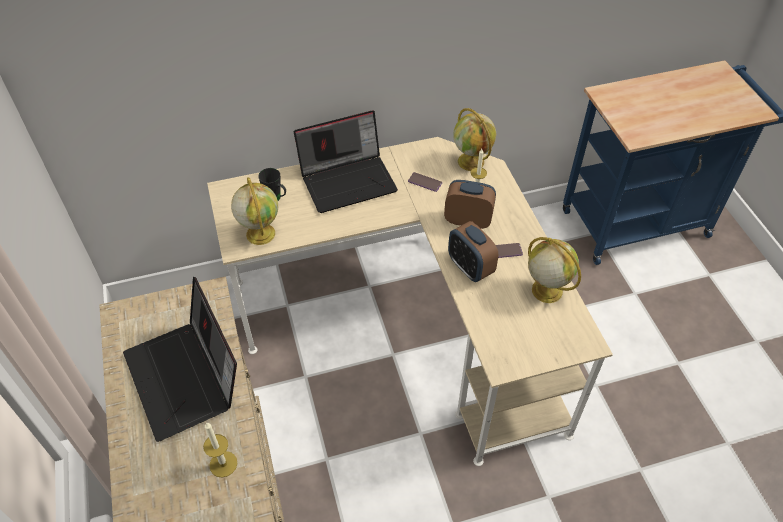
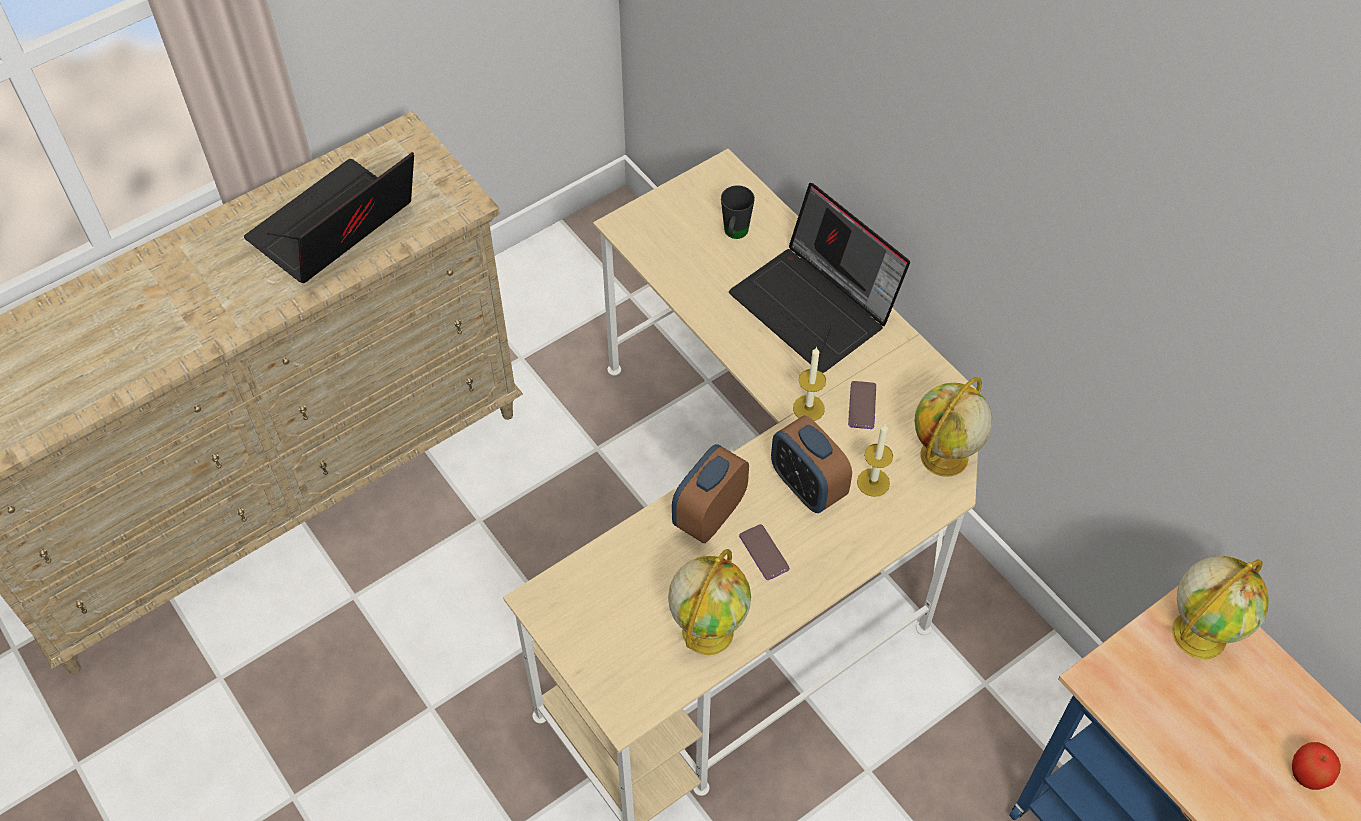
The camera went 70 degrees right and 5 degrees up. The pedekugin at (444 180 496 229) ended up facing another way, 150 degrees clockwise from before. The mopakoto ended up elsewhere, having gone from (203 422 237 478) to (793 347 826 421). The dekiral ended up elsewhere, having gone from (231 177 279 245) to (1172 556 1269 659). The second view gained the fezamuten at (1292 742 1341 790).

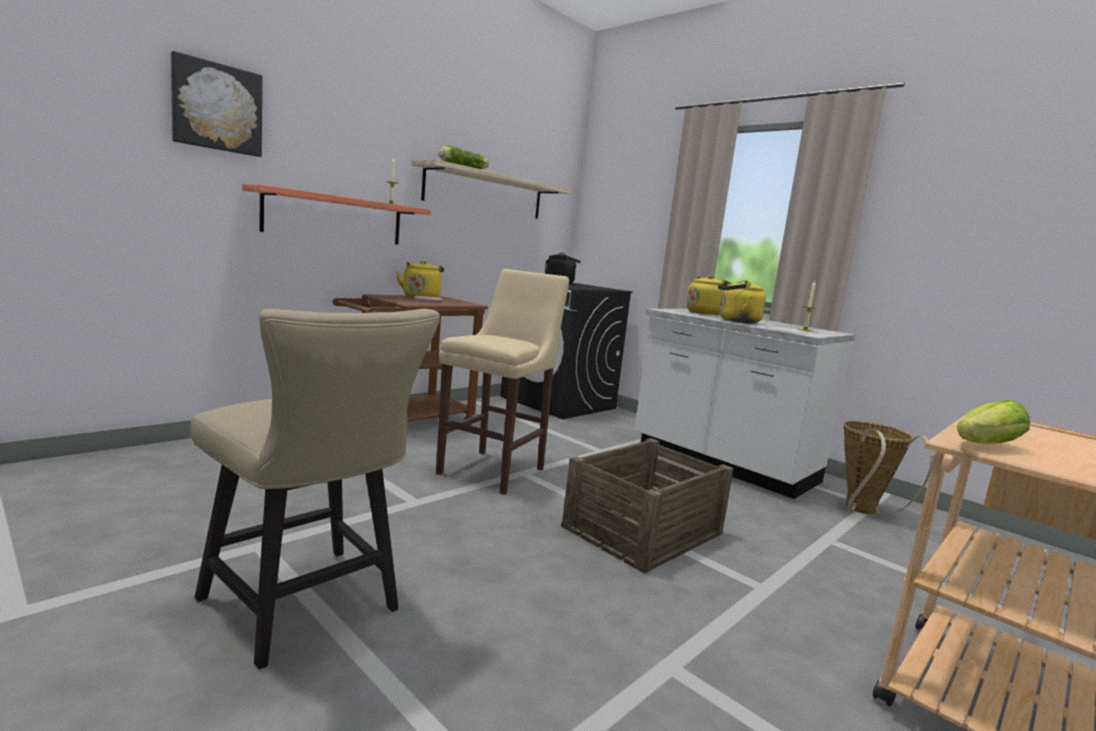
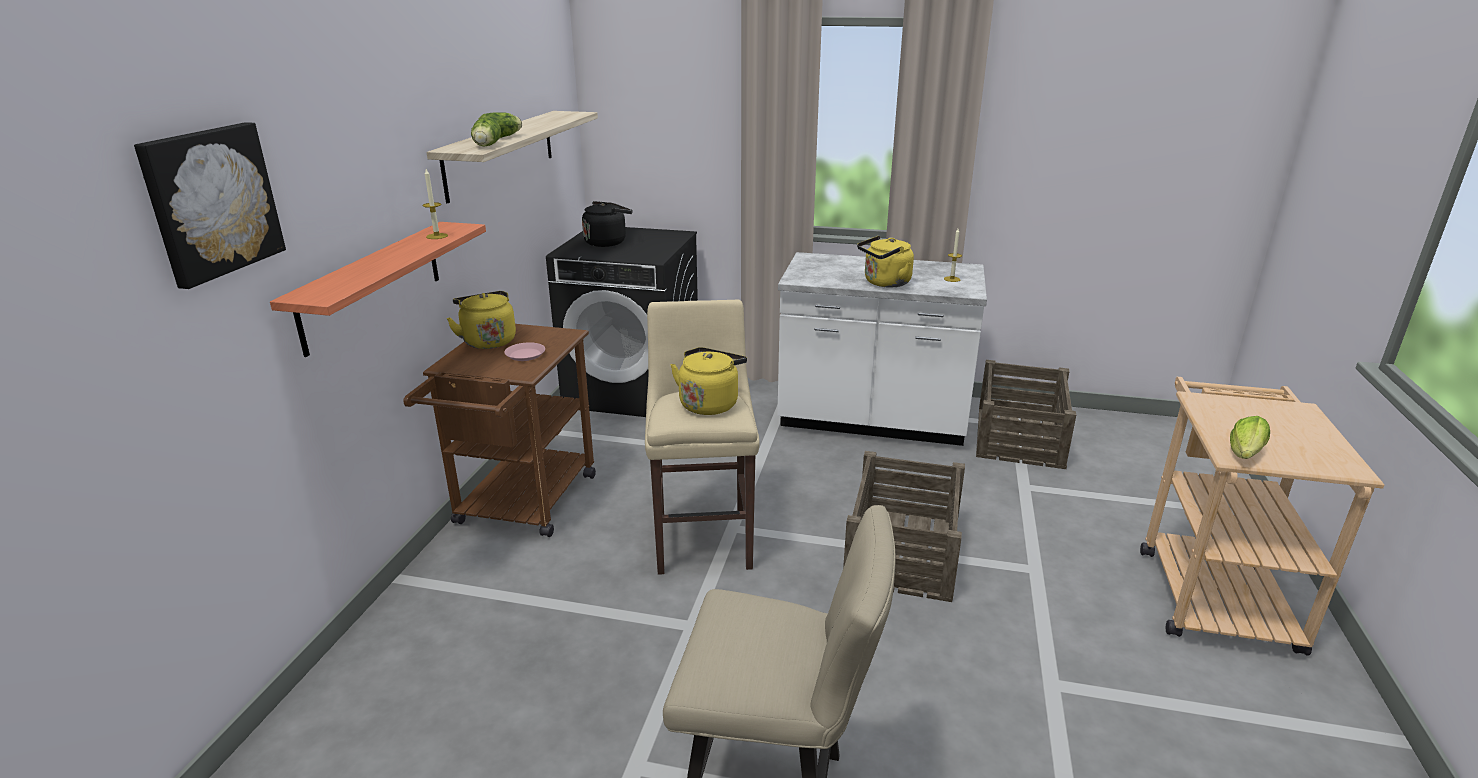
The camera went 30 degrees left and 15 degrees up. The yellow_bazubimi ended up elsewhere, having gone from (686 276 730 315) to (671 347 747 415). Where the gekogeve stood at (844 421 933 514), the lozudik came to stand at (976 360 1076 469).

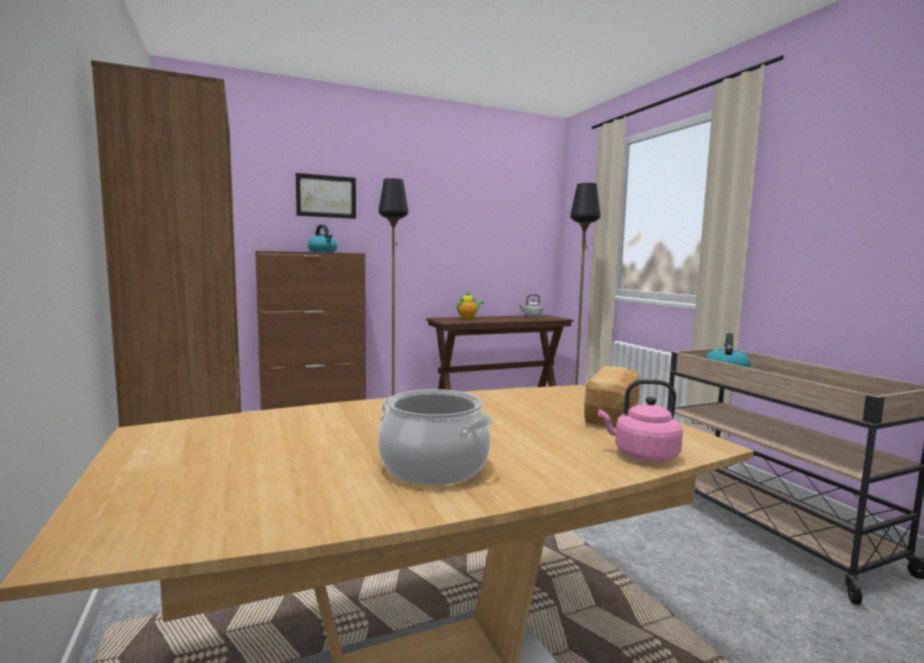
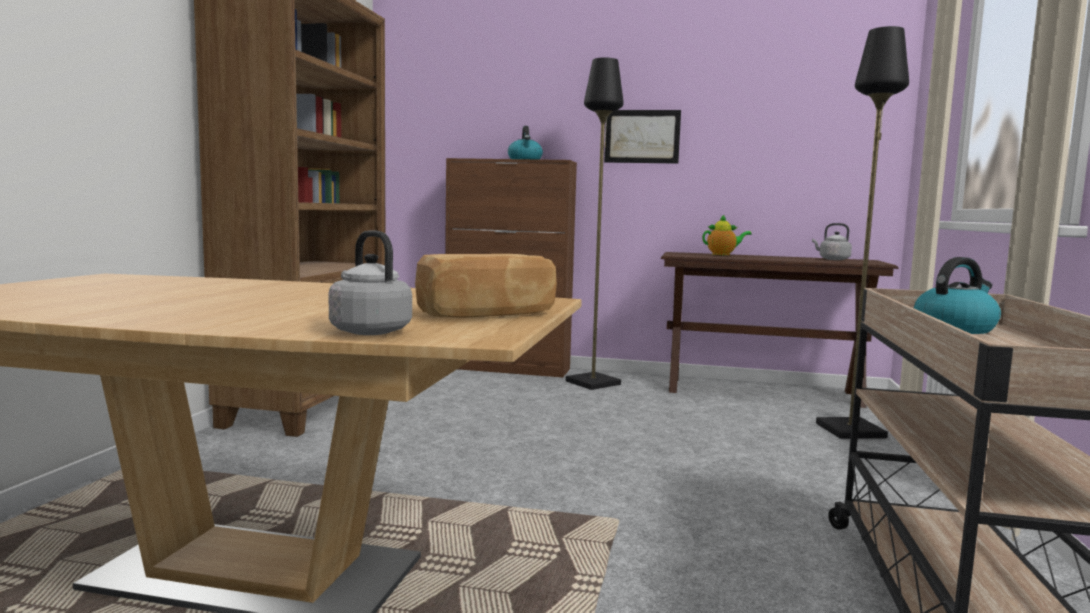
The camera went 35 degrees right and 0 degrees up. What was the pink_bazubimi at (598 379 683 462) turned into the grey_bazubimi at (328 230 412 335). The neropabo ended up elsewhere, having gone from (296 173 356 219) to (604 110 681 164). The second view lost the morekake at (378 389 493 485).

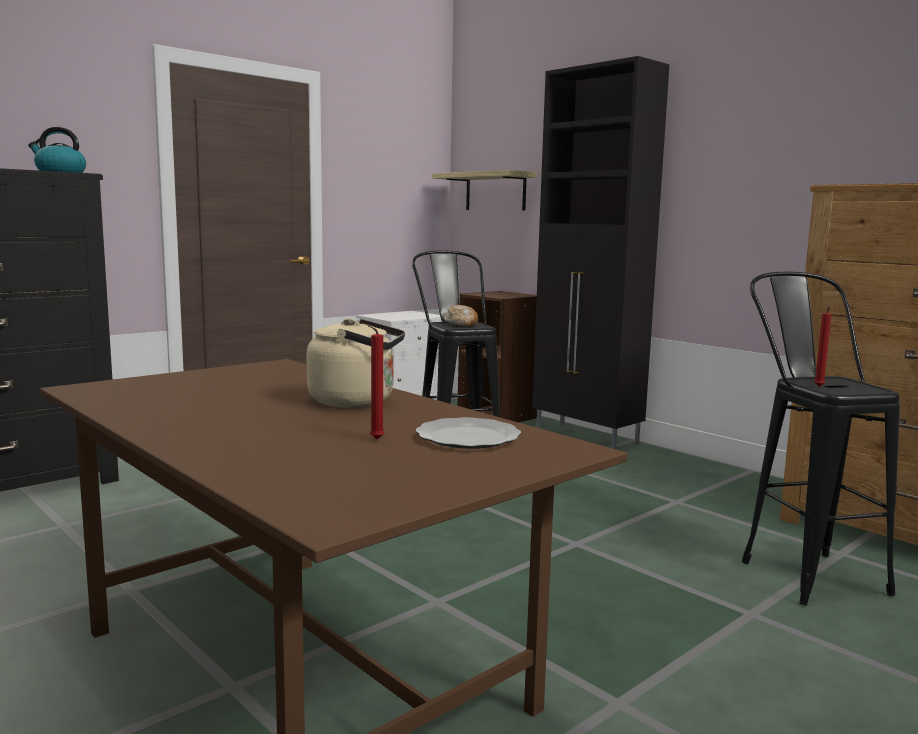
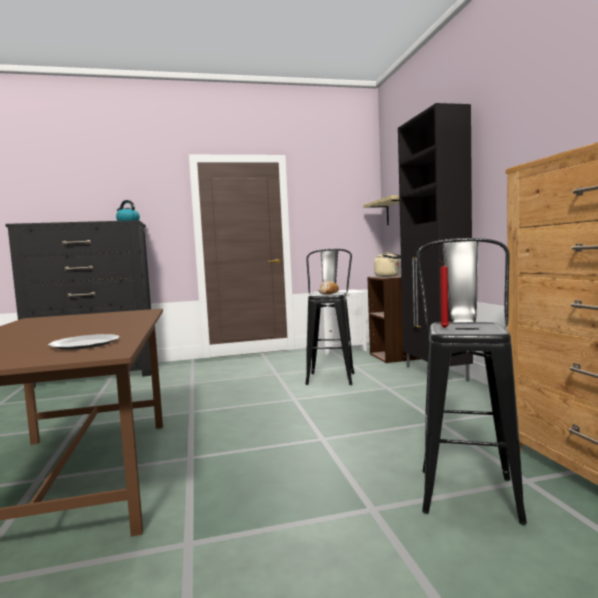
The camera went 30 degrees right and 5 degrees down. The beige_bazubimi ended up elsewhere, having gone from (306 318 405 408) to (374 252 401 277). The second view lost the red_mopakoto at (366 324 384 439).

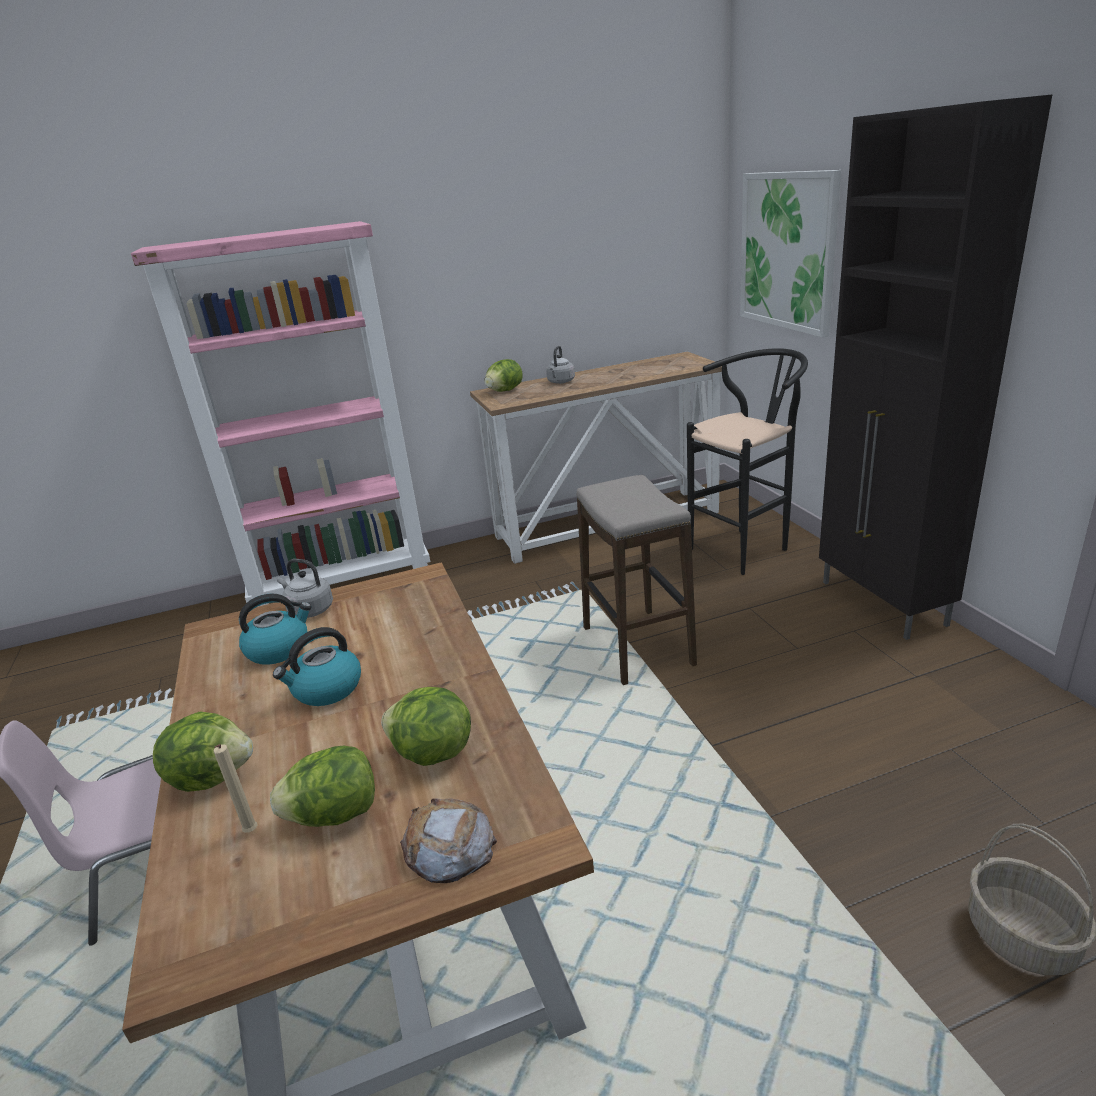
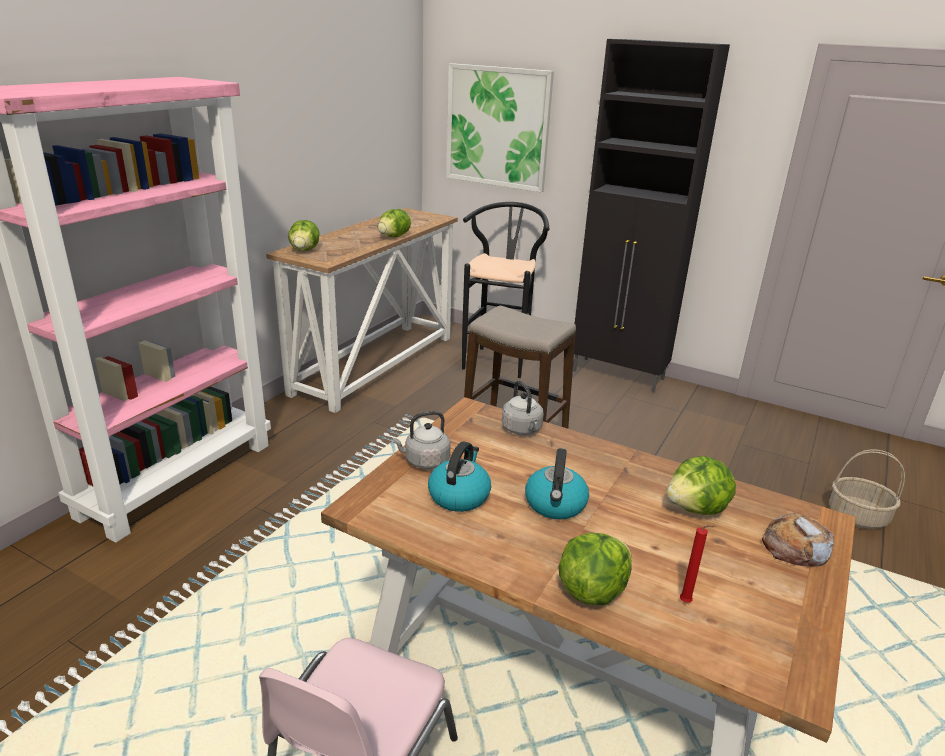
The camera went 45 degrees left and 0 degrees up. The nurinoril ended up elsewhere, having gone from (270 746 375 827) to (378 209 411 237). The grey_bazubimi ended up elsewhere, having gone from (546 346 575 384) to (502 380 543 435). What was the beige_mopakoto at (213 744 257 833) turned into the red_mopakoto at (680 525 716 603).

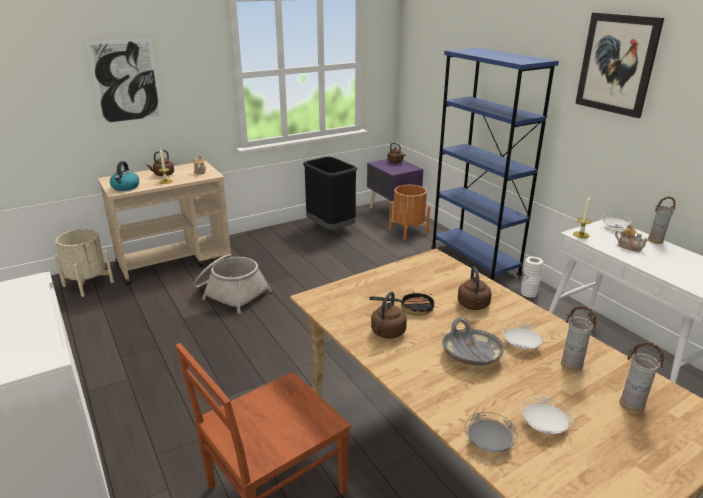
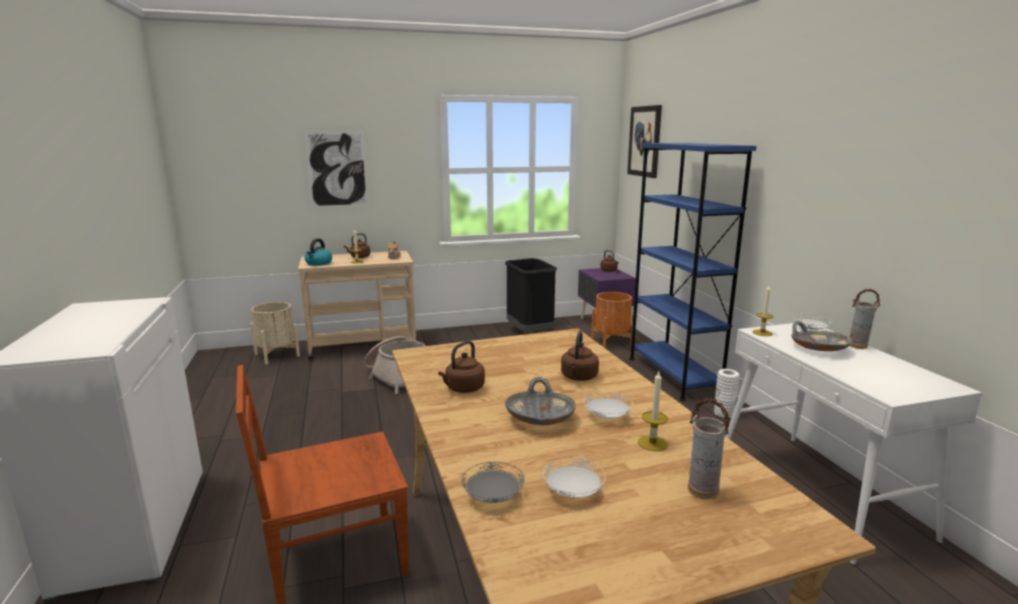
The camera went 15 degrees right and 10 degrees down. The neropabo ended up elsewhere, having gone from (575 12 664 118) to (627 105 662 178). Where the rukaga stood at (561 306 597 372), the mopakoto came to stand at (638 371 668 451). Where the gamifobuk stood at (615 224 649 252), the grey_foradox came to stand at (791 321 852 351). The second view lost the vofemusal at (369 292 434 316).

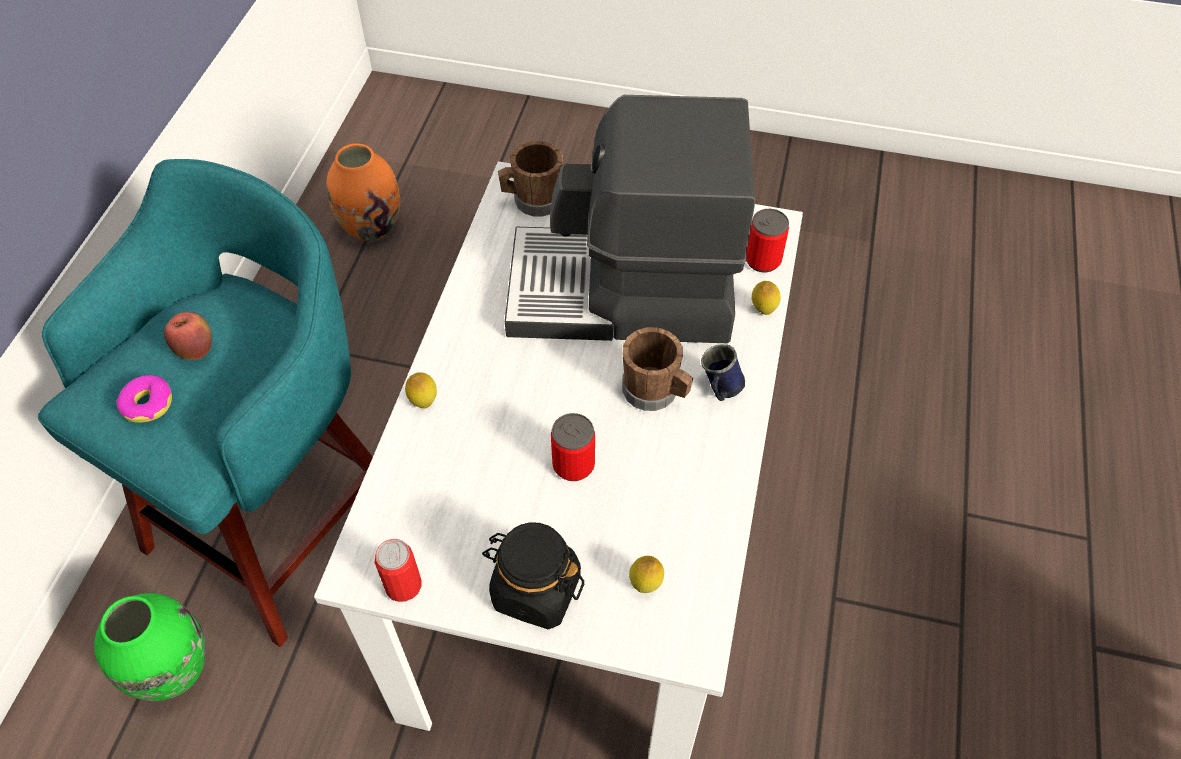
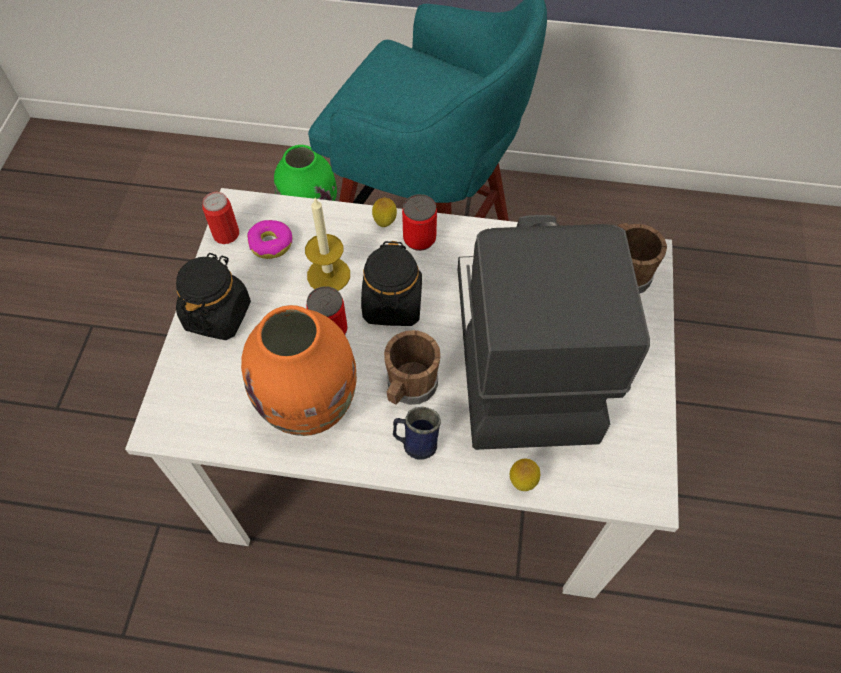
The camera went 85 degrees right and 5 degrees up. The orange_rukaga ended up elsewhere, having gone from (326 143 400 241) to (241 305 357 436). The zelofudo ended up elsewhere, having gone from (117 375 172 423) to (247 220 293 259). The second view gained the mopakoto at (305 198 350 291). The second view gained the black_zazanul at (361 241 422 326). The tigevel ended up elsewhere, having gone from (746 209 789 272) to (402 194 437 251). The second view lost the fezamuten at (164 312 212 360). The second view lost the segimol at (629 556 664 593).

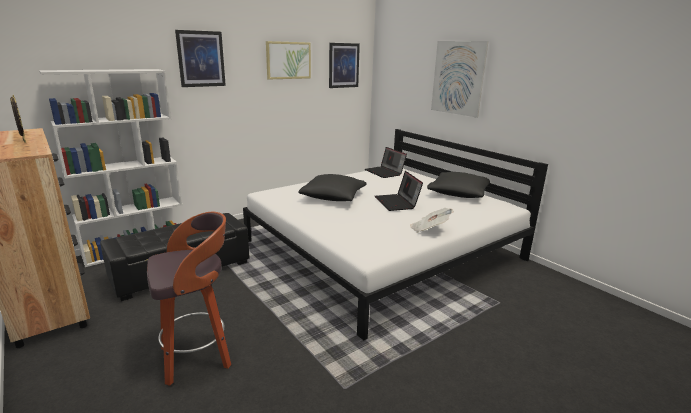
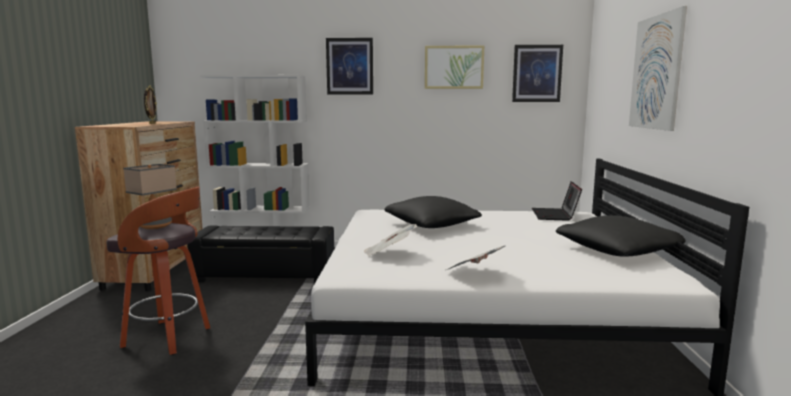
The camera went 40 degrees right and 10 degrees down. The second view gained the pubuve at (123 164 177 229). The second view gained the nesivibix at (364 224 417 256). The second view lost the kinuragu at (375 171 423 211).

